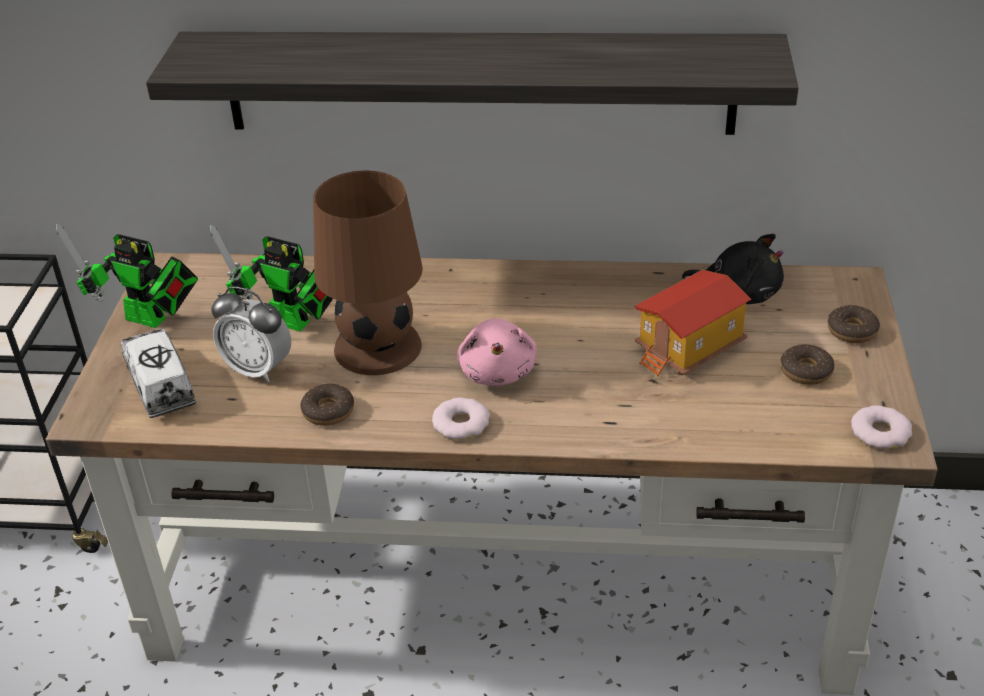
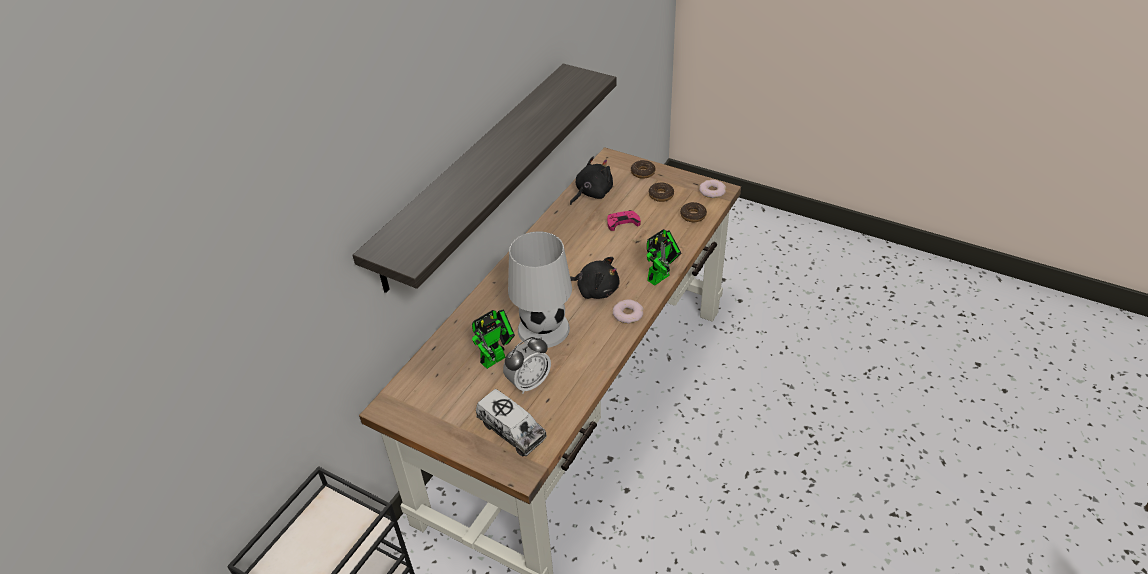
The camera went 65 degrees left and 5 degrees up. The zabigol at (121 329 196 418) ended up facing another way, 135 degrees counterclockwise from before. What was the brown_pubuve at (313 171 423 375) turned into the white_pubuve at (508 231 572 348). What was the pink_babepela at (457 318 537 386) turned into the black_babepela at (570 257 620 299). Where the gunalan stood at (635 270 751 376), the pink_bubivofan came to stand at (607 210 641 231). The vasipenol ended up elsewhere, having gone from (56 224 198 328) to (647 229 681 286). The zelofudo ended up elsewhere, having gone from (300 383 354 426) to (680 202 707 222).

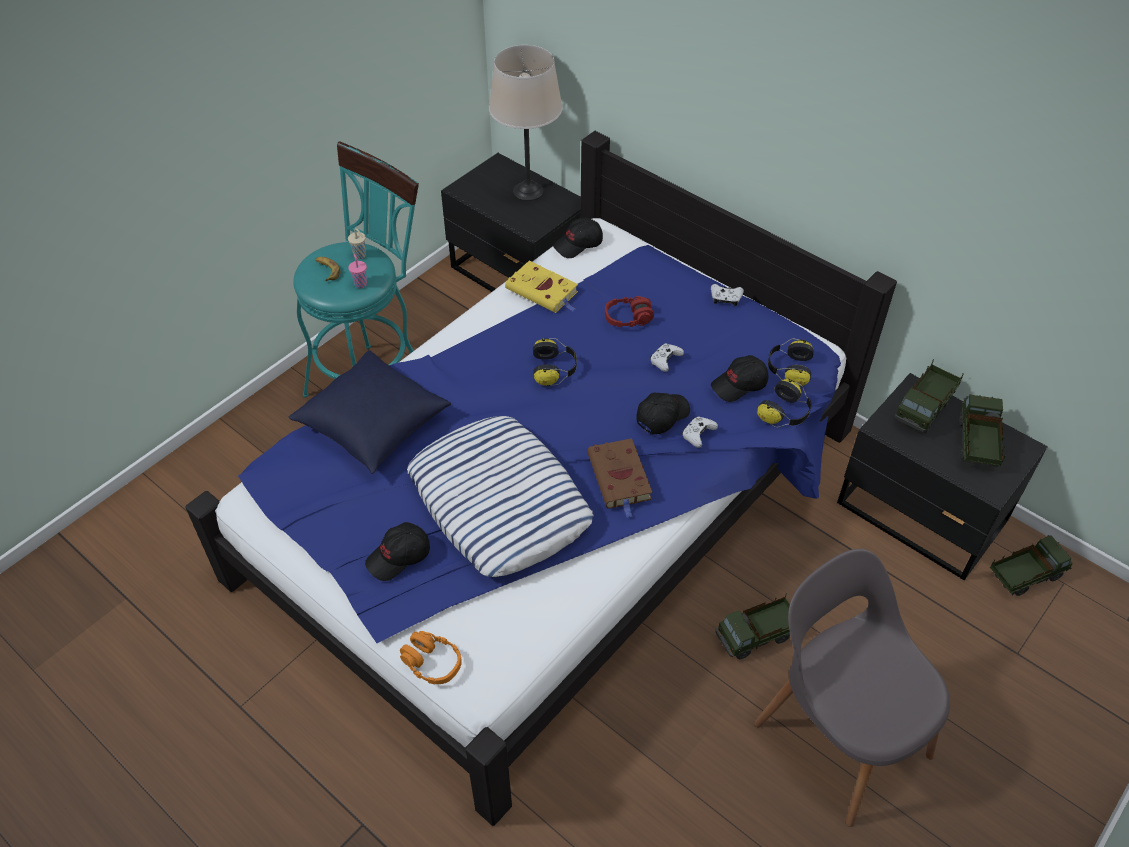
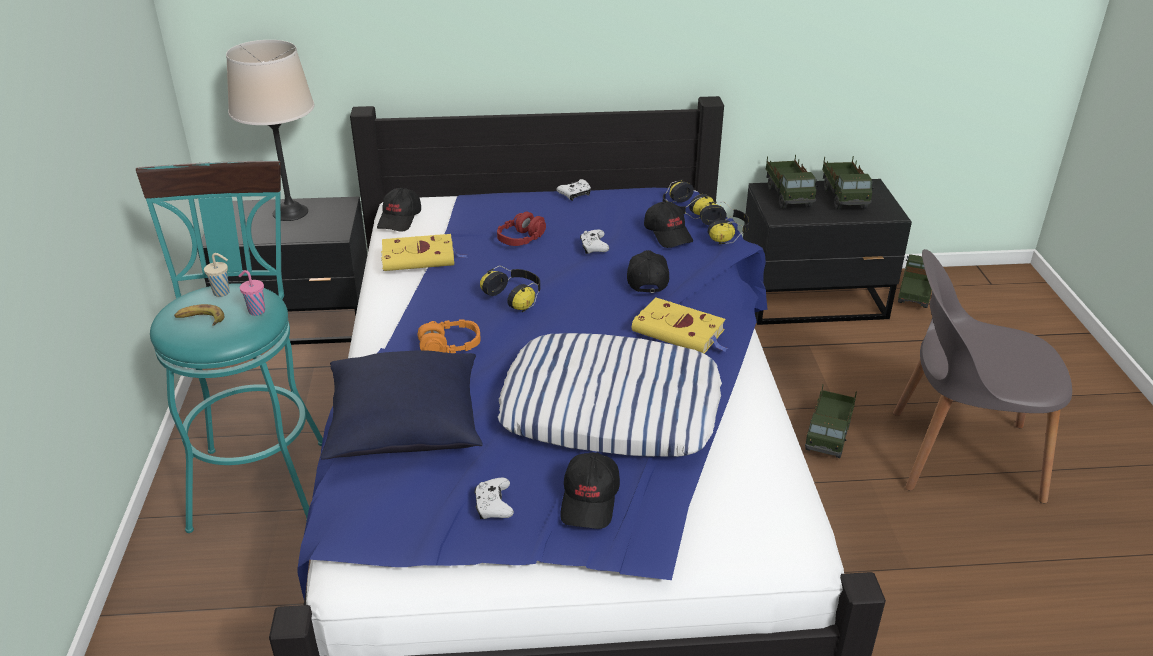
The camera went 45 degrees left and 15 degrees down. The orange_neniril ended up elsewhere, having gone from (400 631 462 684) to (418 319 481 353). The white_bubivofan ended up elsewhere, having gone from (682 416 718 448) to (474 478 514 519). What was the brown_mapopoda at (587 438 653 518) turned into the yellow_mapopoda at (632 297 729 354). The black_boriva at (711 355 768 402) ended up facing another way, 45 degrees counterclockwise from before. The zabigol at (959 395 1006 467) ended up facing another way, 150 degrees counterclockwise from before.

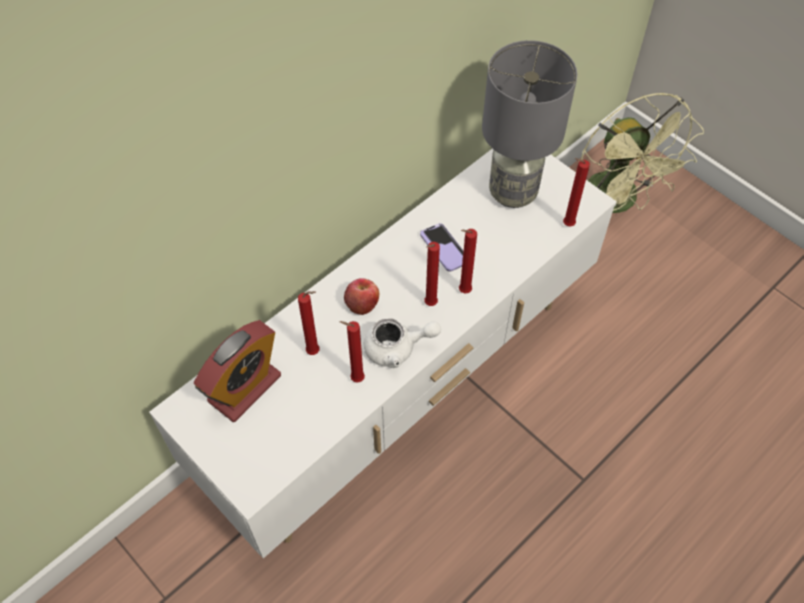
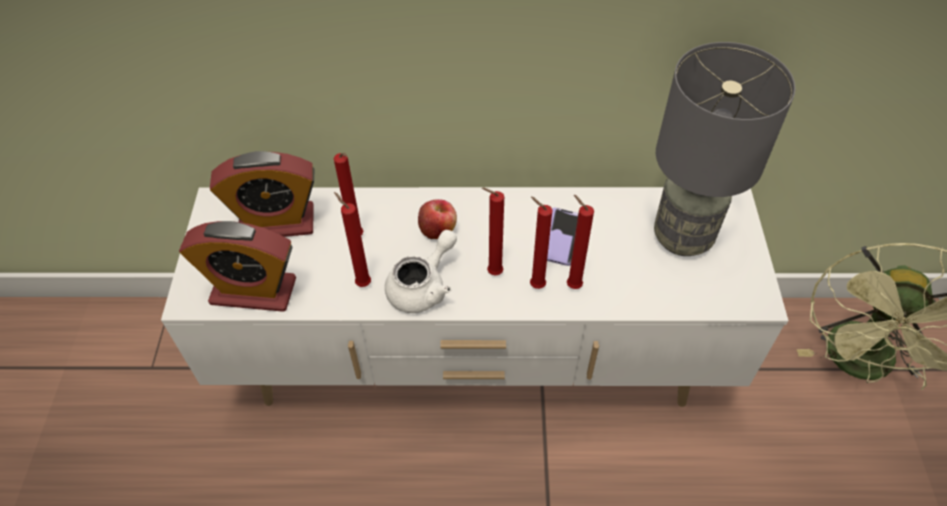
The camera went 45 degrees right and 5 degrees down. The second view gained the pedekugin at (179 221 296 312). The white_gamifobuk at (364 318 441 368) ended up facing another way, 90 degrees counterclockwise from before. The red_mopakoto ended up elsewhere, having gone from (563 158 590 226) to (567 195 594 289).

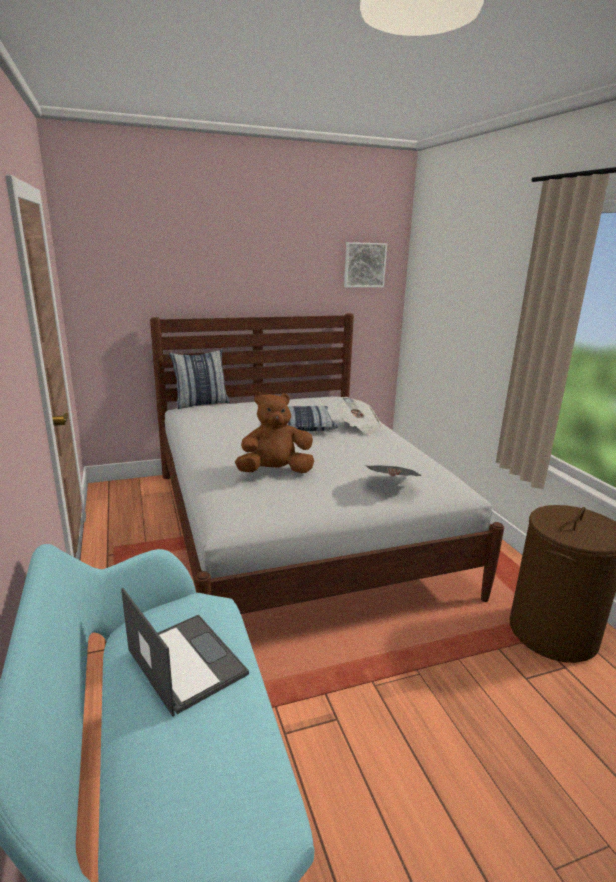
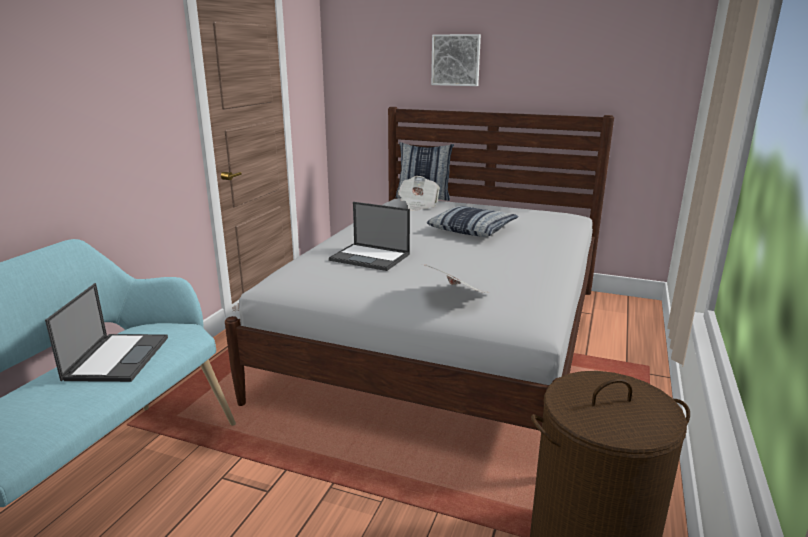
The camera went 40 degrees right and 0 degrees up. Where the brown_babepela stood at (235 392 314 473), the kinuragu came to stand at (329 202 410 271). The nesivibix ended up elsewhere, having gone from (337 397 382 435) to (398 176 440 211). The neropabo ended up elsewhere, having gone from (344 242 387 287) to (431 34 481 86).

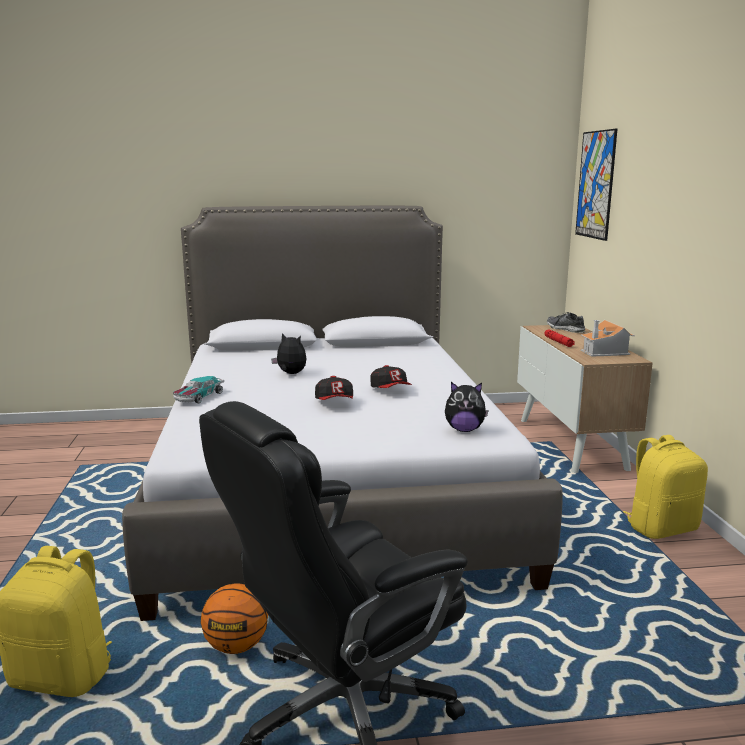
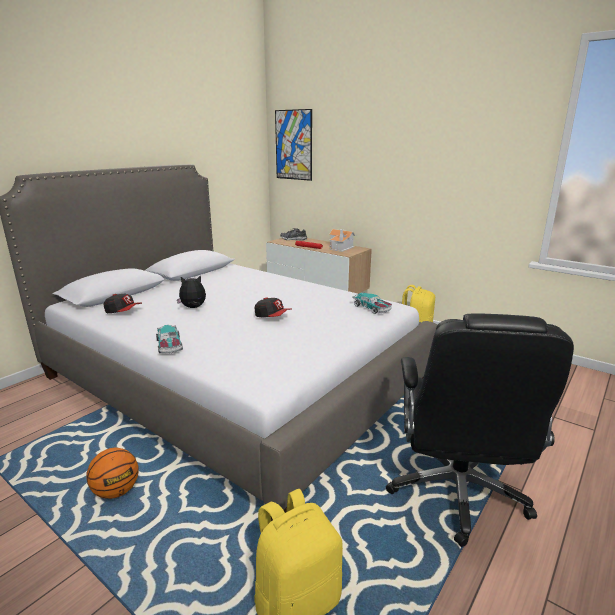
The camera went 45 degrees left and 5 degrees up. The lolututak ended up elsewhere, having gone from (201 583 268 654) to (87 448 139 499). The boriva ended up elsewhere, having gone from (371 365 412 388) to (103 294 142 313). Where the babepela stood at (445 382 489 432), the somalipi came to stand at (352 293 392 314).

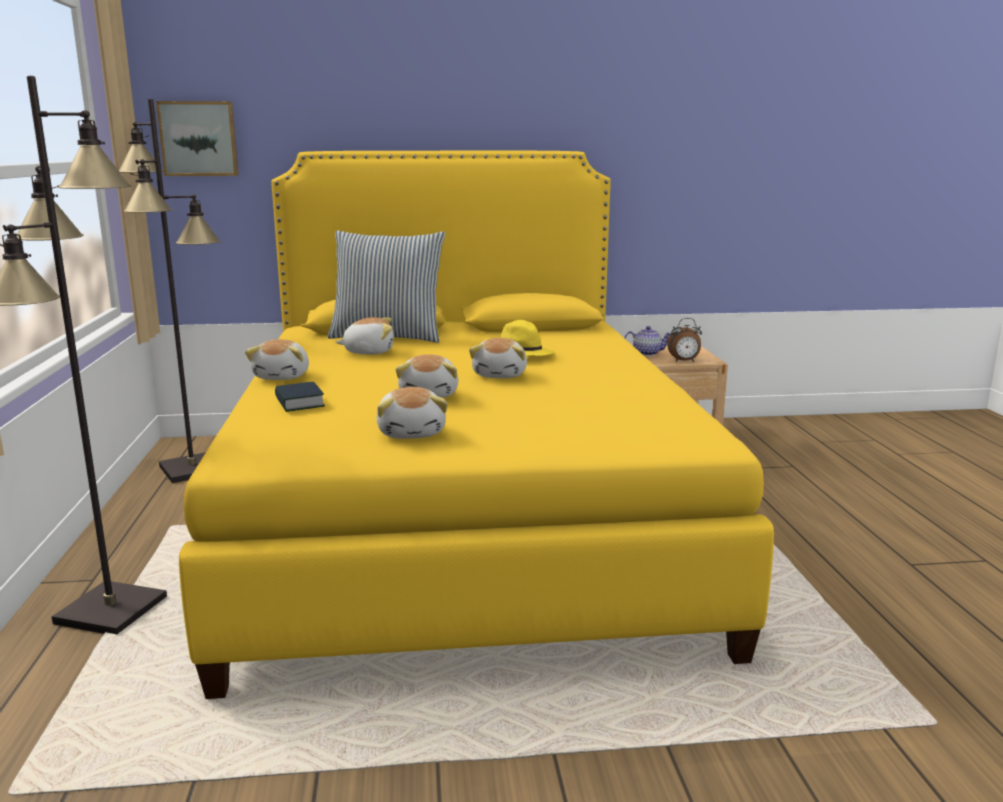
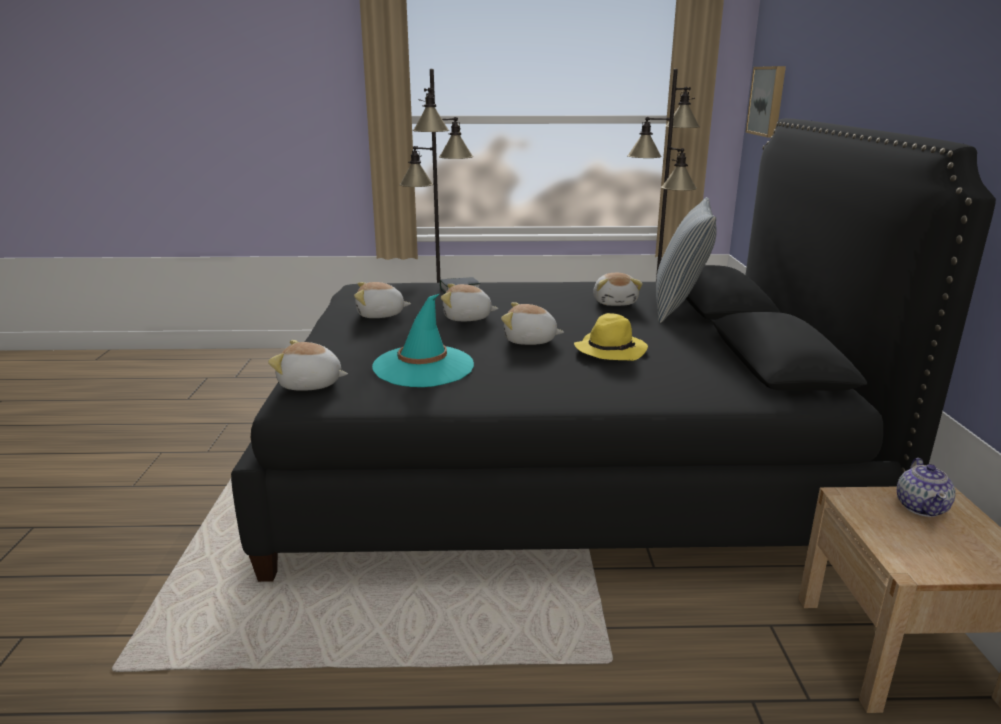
The camera went 95 degrees right and 5 degrees up. What was the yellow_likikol at (179 151 774 699) turned into the black_likikol at (231 118 996 582). The babepela ended up elsewhere, having gone from (245 339 309 380) to (268 340 348 391). The second view gained the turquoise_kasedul at (372 294 474 387). The second view lost the pedekugin at (667 318 702 362).

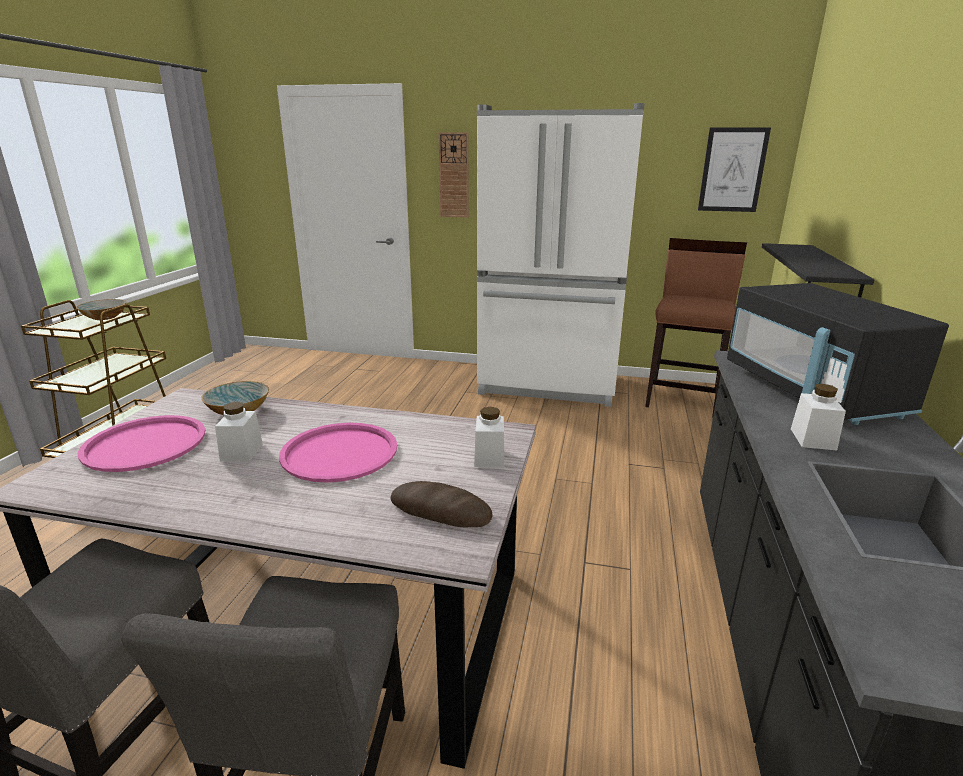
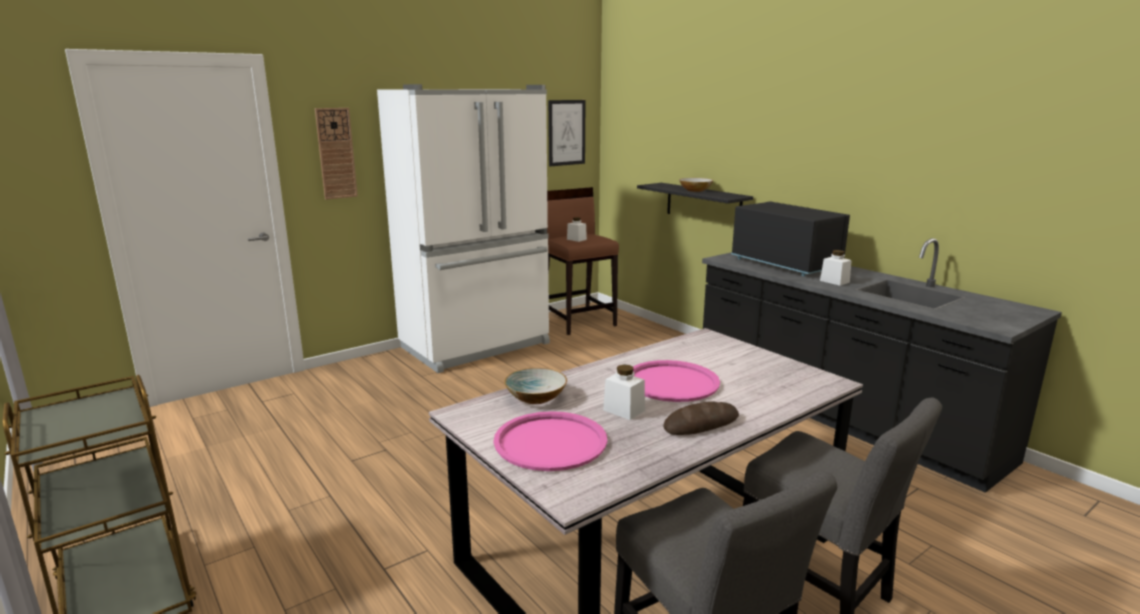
The camera went 50 degrees left and 5 degrees down. The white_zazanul ended up elsewhere, having gone from (474 407 504 468) to (567 217 587 242). The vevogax ended up elsewhere, having gone from (390 481 493 527) to (663 401 739 435). The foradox ended up elsewhere, having gone from (76 299 126 320) to (679 178 713 192). The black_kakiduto at (727 283 949 425) ended up facing another way, 150 degrees counterclockwise from before.

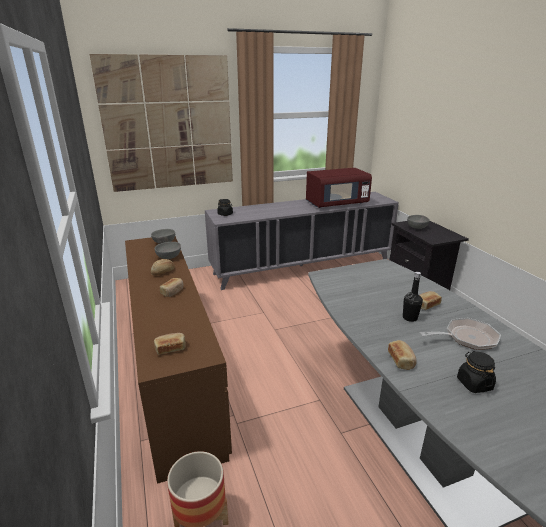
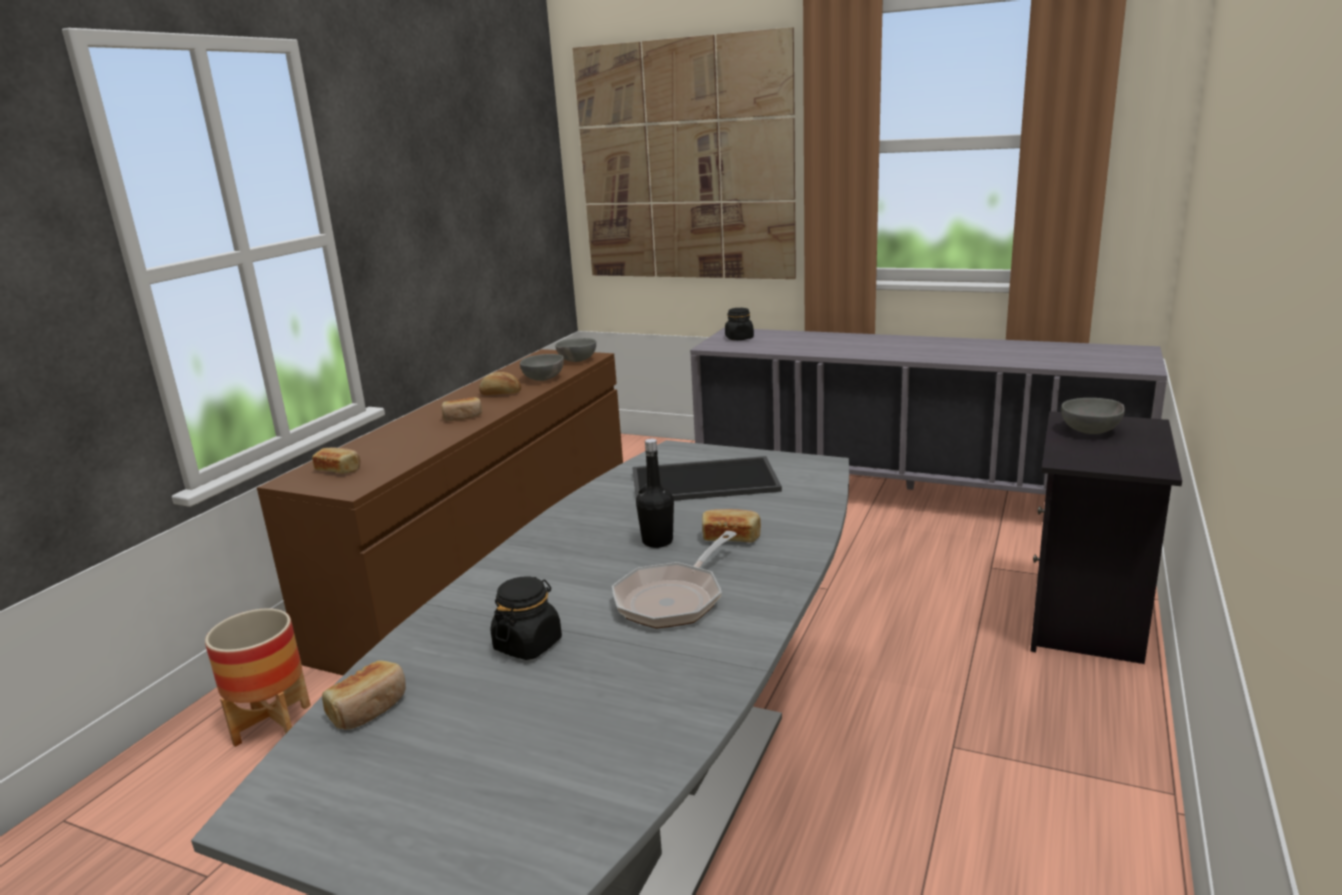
The camera went 45 degrees right and 5 degrees down. The vevogax ended up elsewhere, having gone from (388 340 417 370) to (322 660 406 730). The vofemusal at (420 318 501 350) ended up facing another way, 90 degrees clockwise from before. The second view gained the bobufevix at (632 456 782 501). The second view lost the red_kakiduto at (306 168 372 208).

